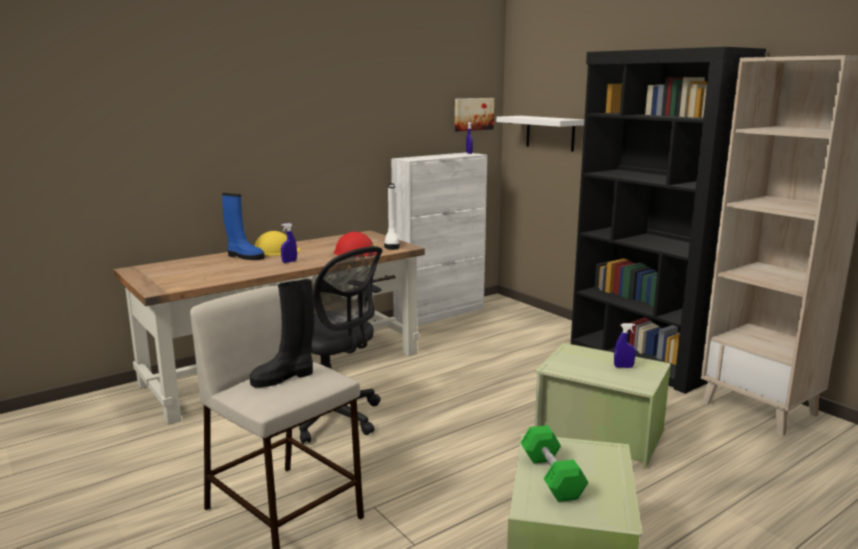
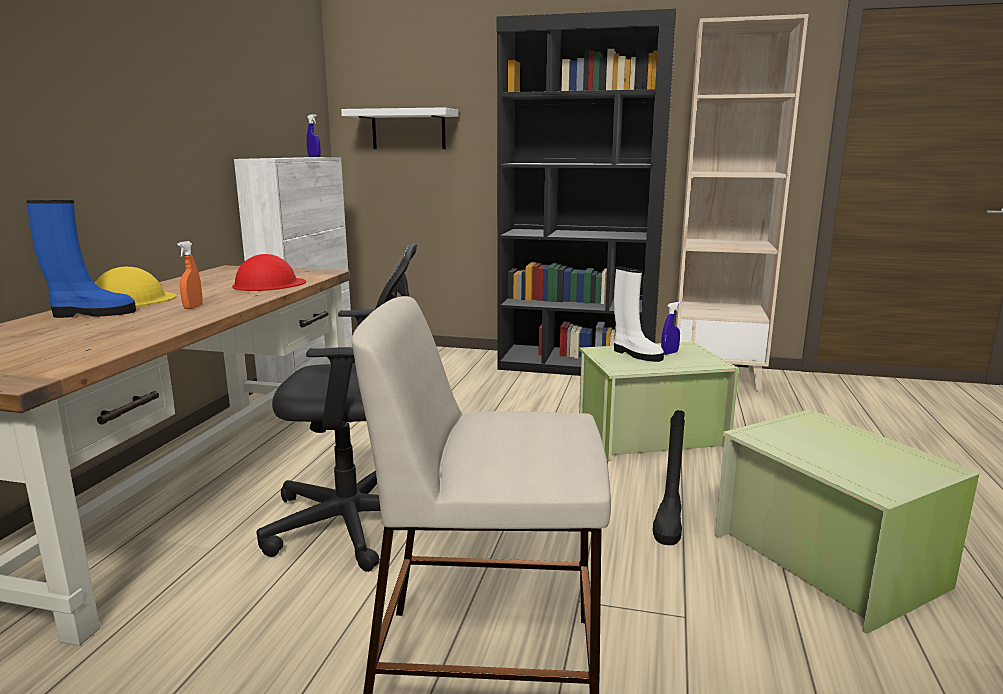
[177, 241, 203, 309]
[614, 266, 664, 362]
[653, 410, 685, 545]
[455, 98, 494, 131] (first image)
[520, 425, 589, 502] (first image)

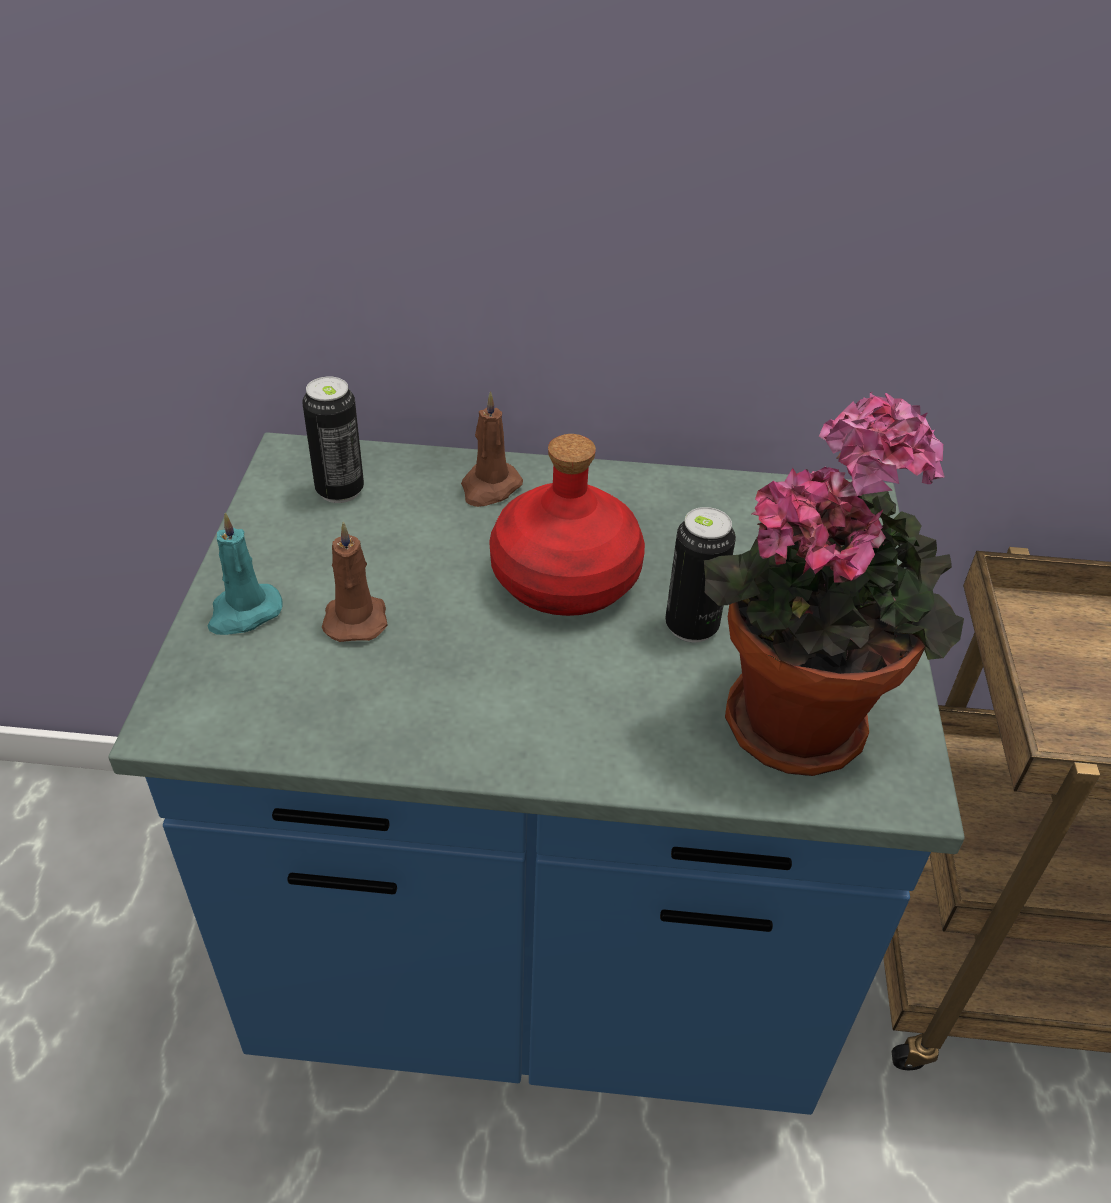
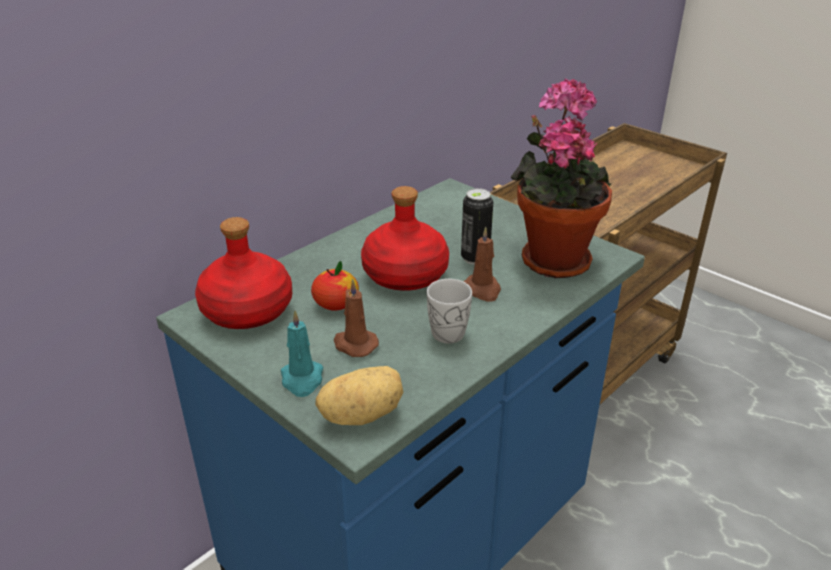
[195, 217, 292, 329]
[311, 261, 359, 311]
[316, 366, 403, 425]
[427, 279, 472, 344]
[463, 227, 501, 302]

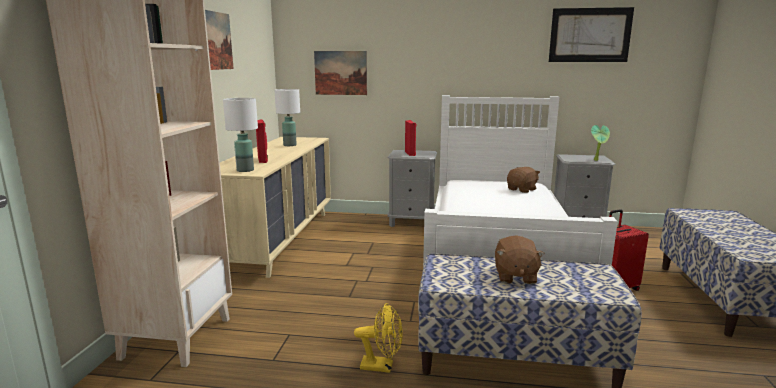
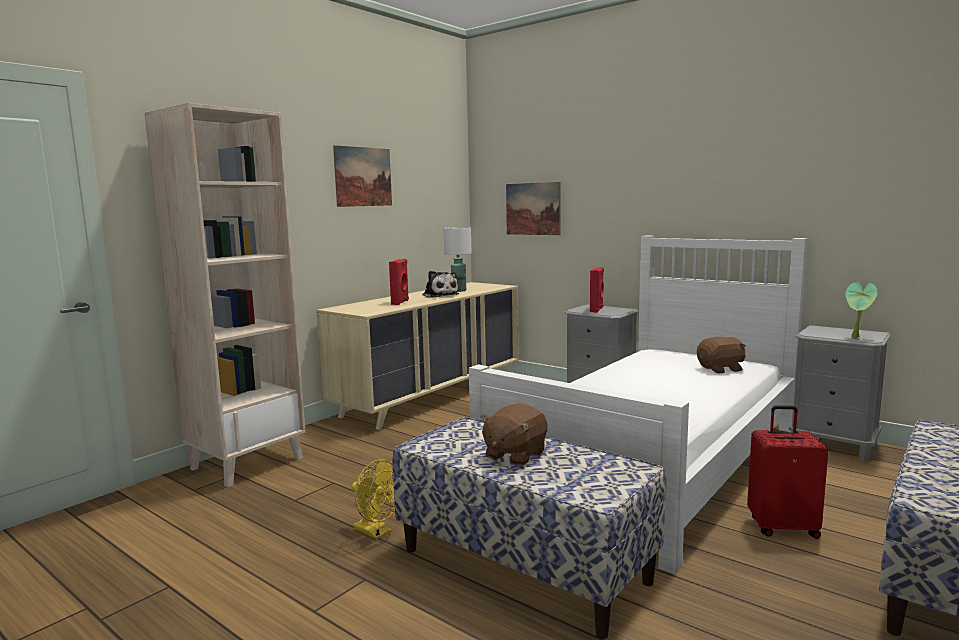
[422, 271, 459, 298]
[223, 98, 258, 172] (first image)
[549, 7, 634, 62] (first image)

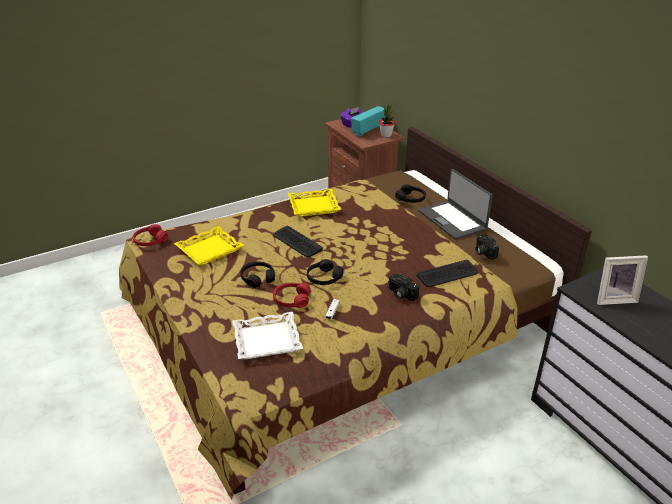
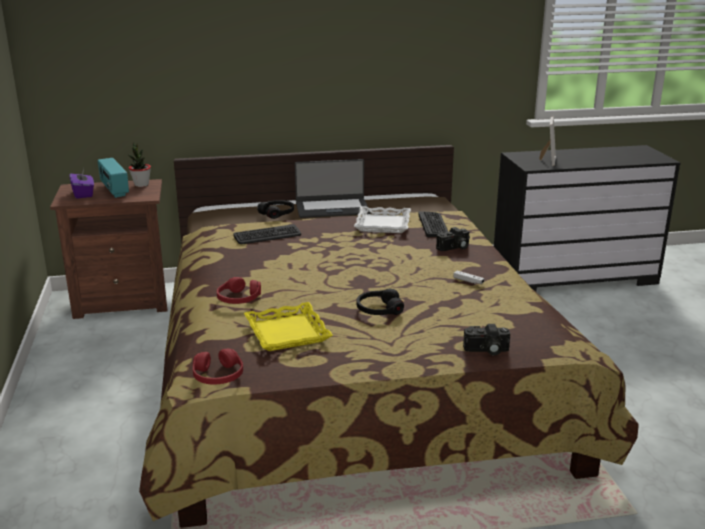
[217, 277, 261, 304]
[233, 224, 301, 244]
[354, 206, 411, 233]
[463, 324, 510, 356]
[288, 189, 341, 217] (first image)
[307, 259, 343, 285] (first image)

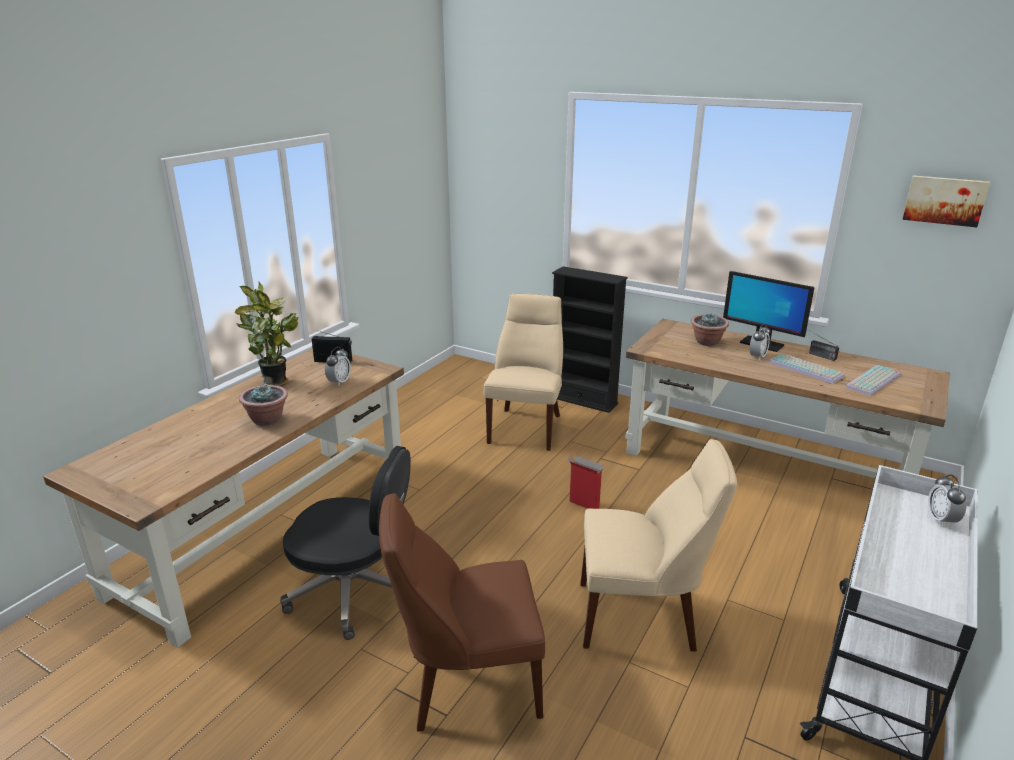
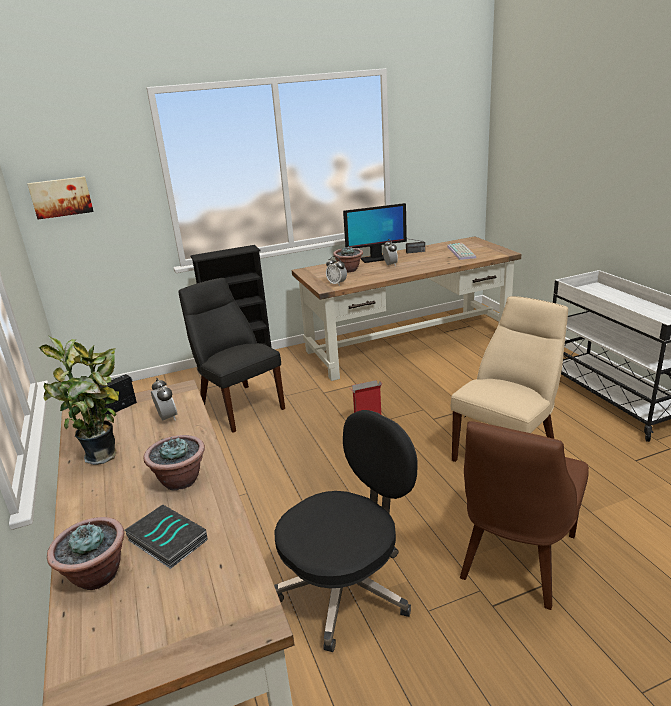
[27, 176, 94, 220]
[47, 517, 124, 590]
[125, 505, 208, 569]
[178, 278, 285, 433]
[326, 256, 347, 286]
[769, 353, 844, 384] (first image)

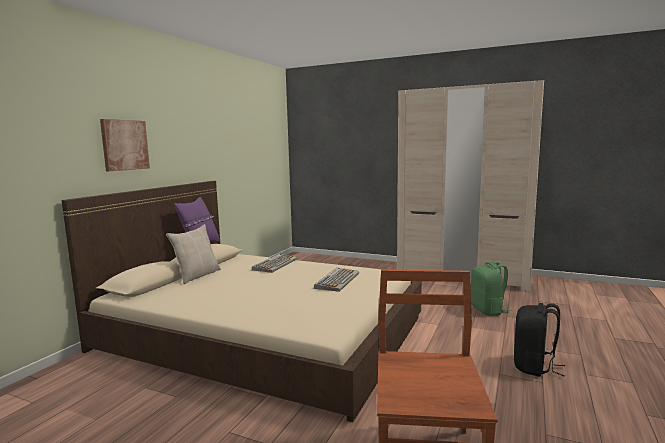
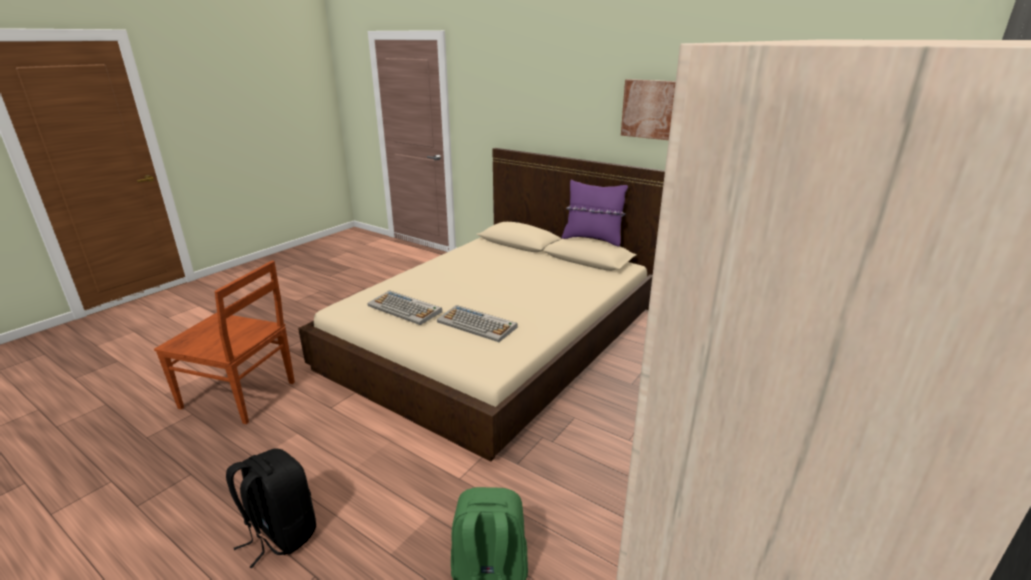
[368, 290, 442, 325]
[621, 79, 676, 140]
[166, 224, 221, 284] (first image)

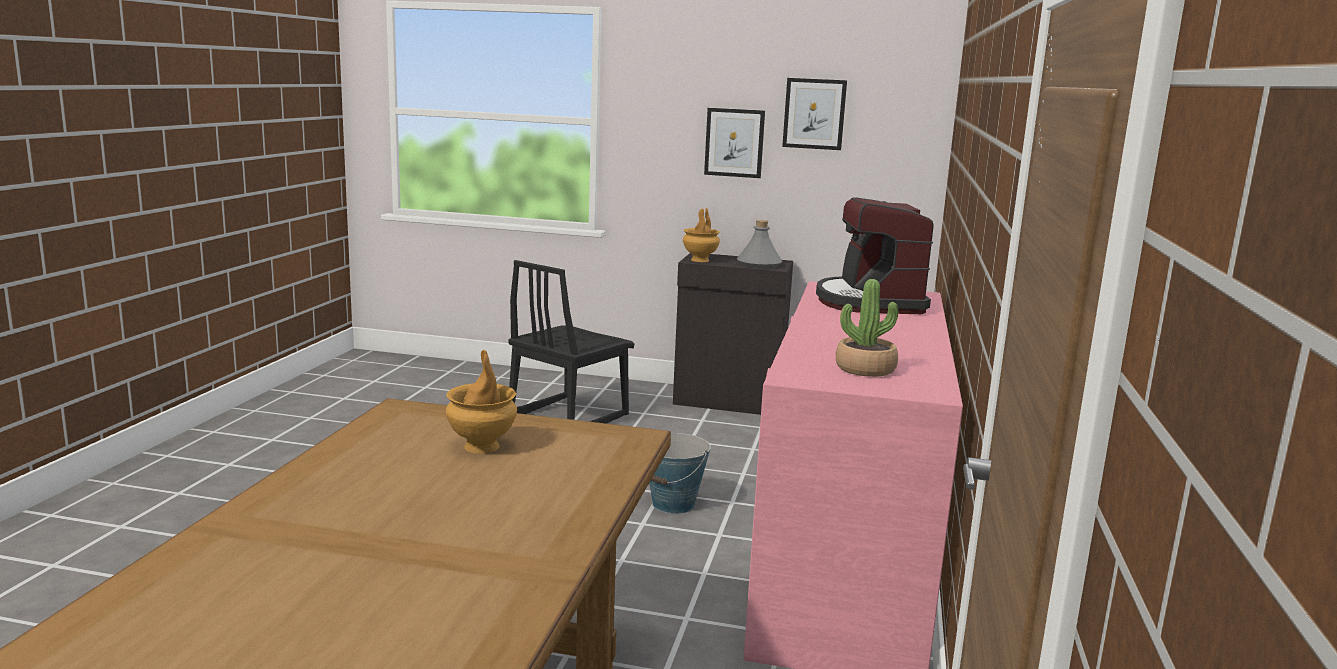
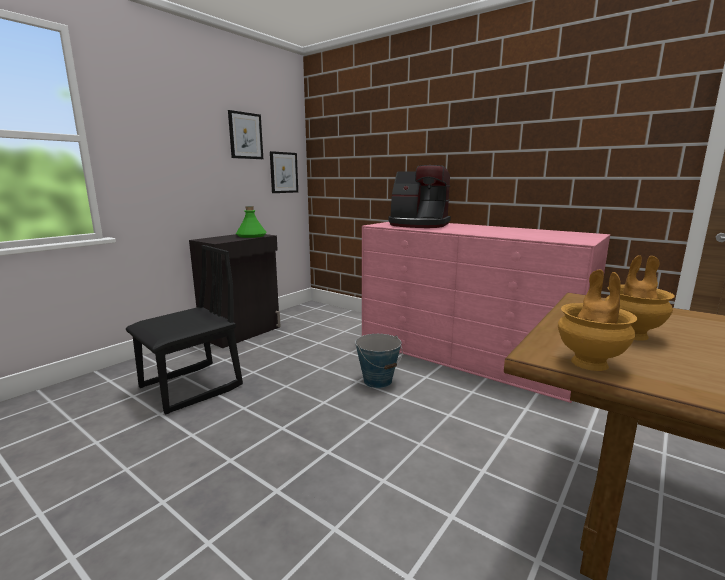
[126, 245, 243, 415]
[236, 206, 267, 238]
[270, 151, 298, 193]
[558, 270, 637, 371]
[836, 279, 898, 377] (first image)

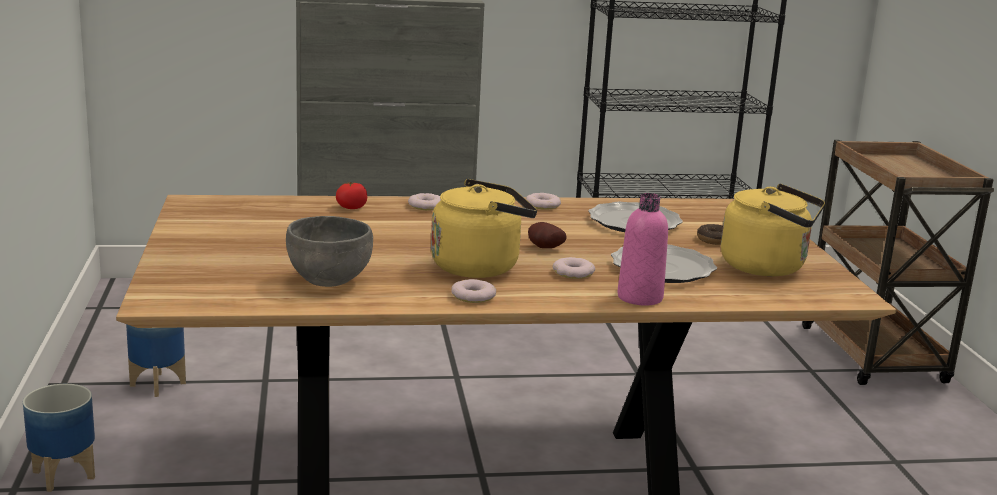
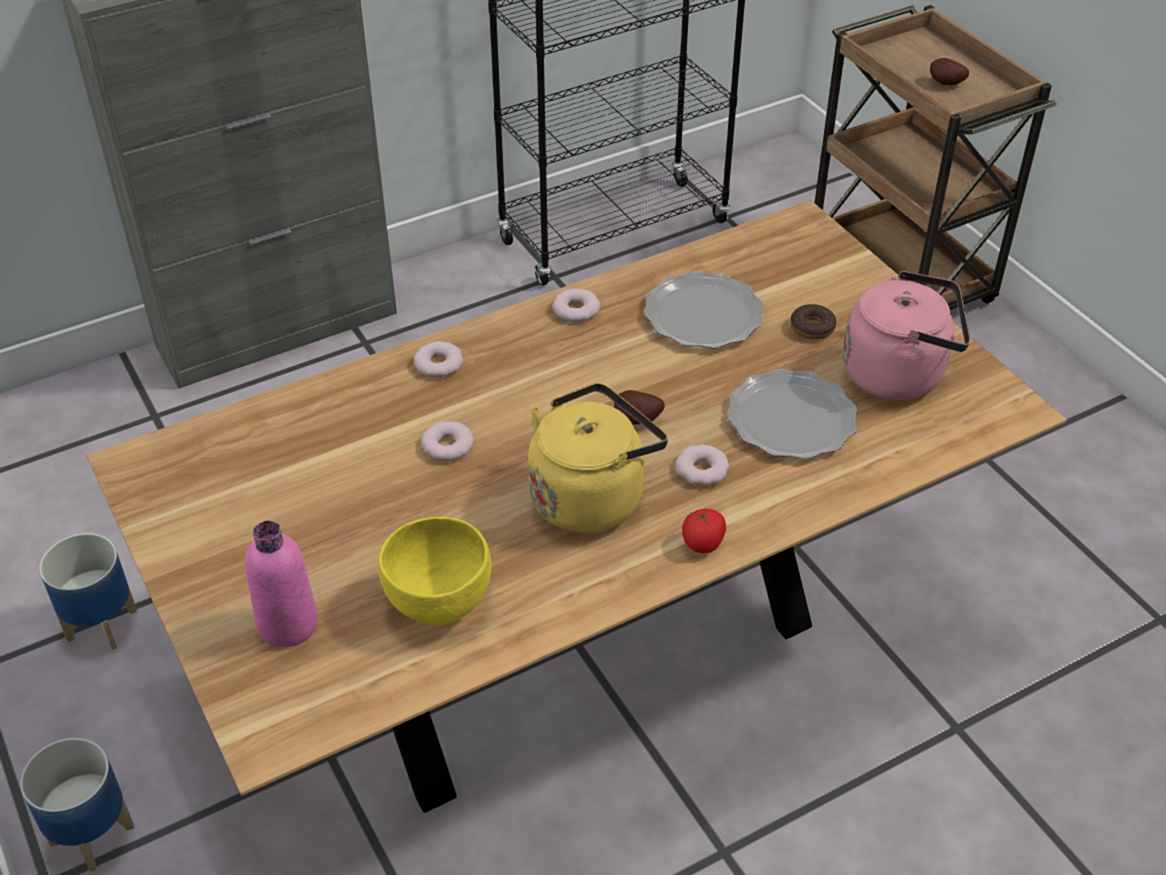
[245, 521, 318, 647]
[378, 517, 492, 625]
[421, 421, 474, 461]
[682, 508, 726, 553]
[843, 271, 970, 400]
[930, 58, 969, 86]

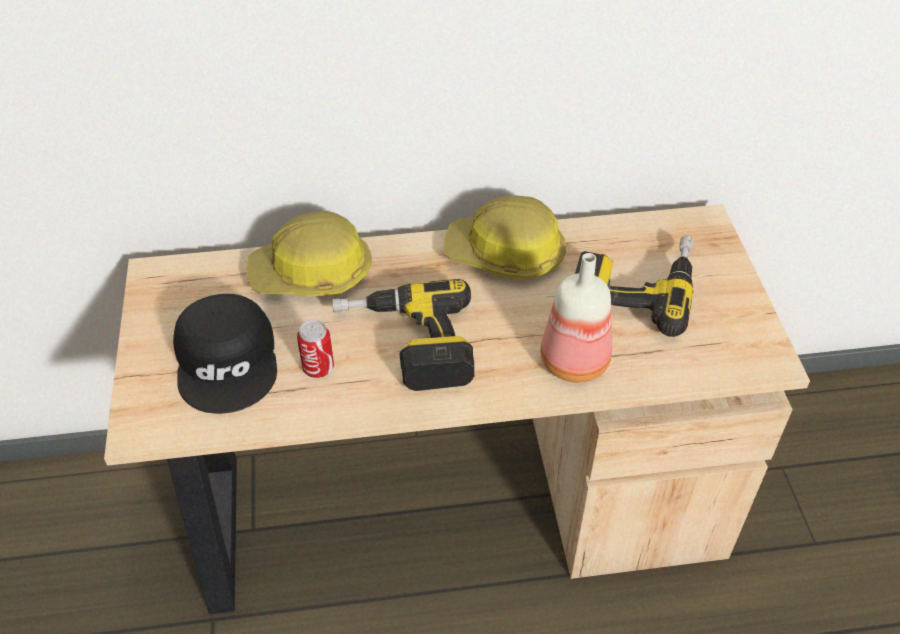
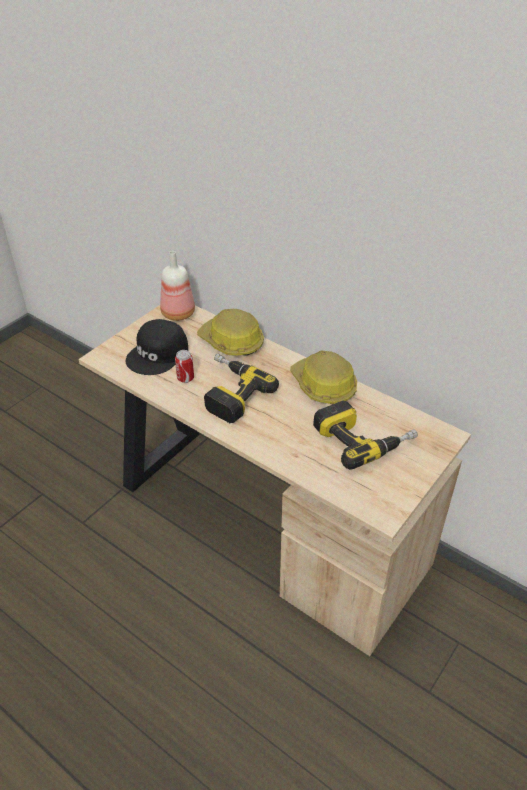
[160, 251, 195, 321]

